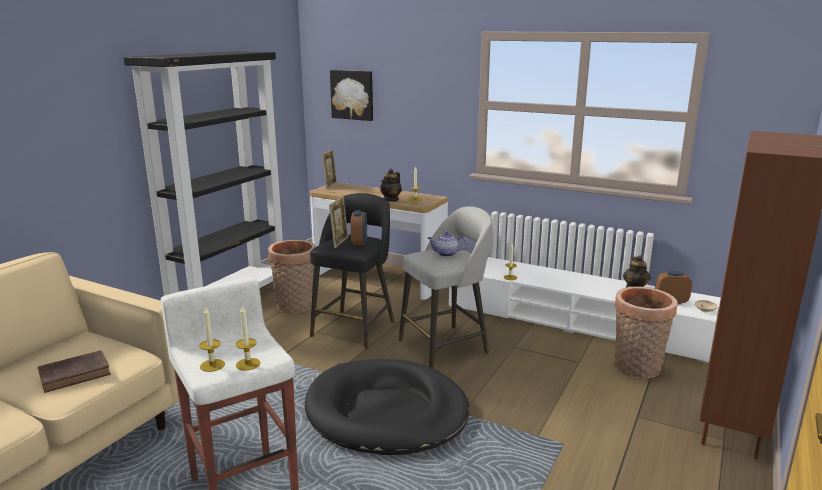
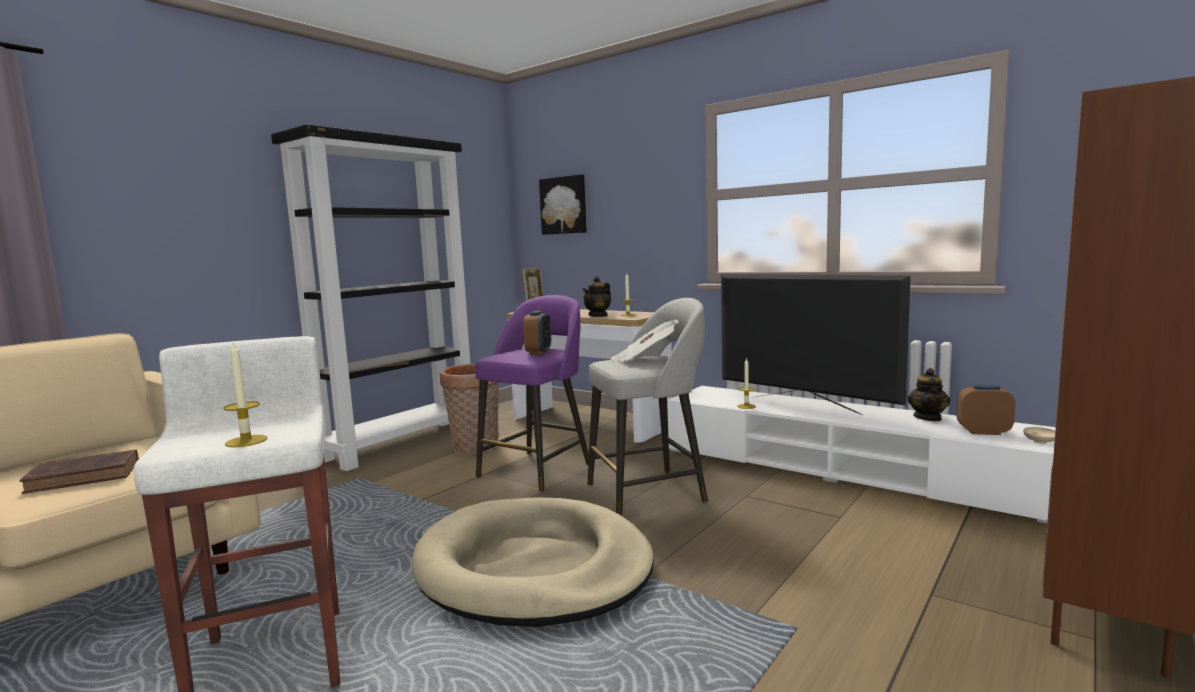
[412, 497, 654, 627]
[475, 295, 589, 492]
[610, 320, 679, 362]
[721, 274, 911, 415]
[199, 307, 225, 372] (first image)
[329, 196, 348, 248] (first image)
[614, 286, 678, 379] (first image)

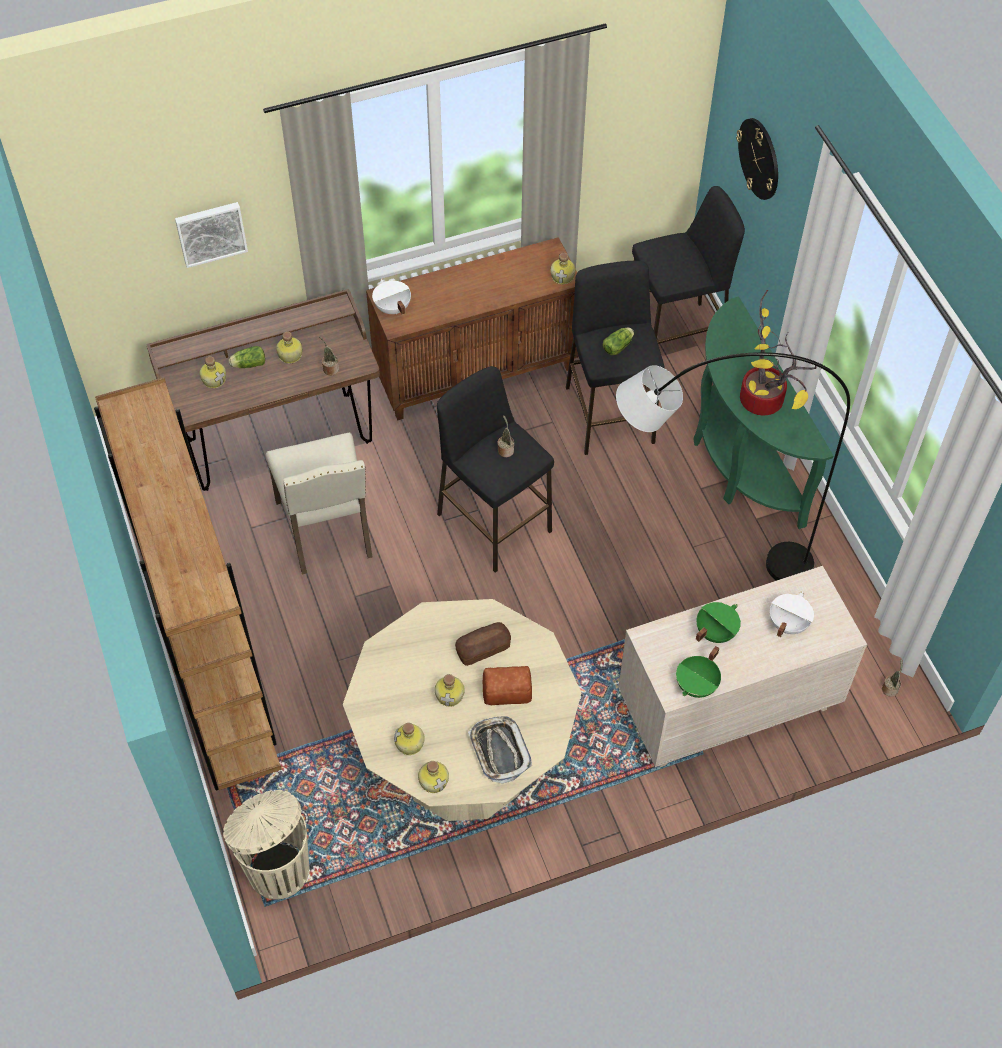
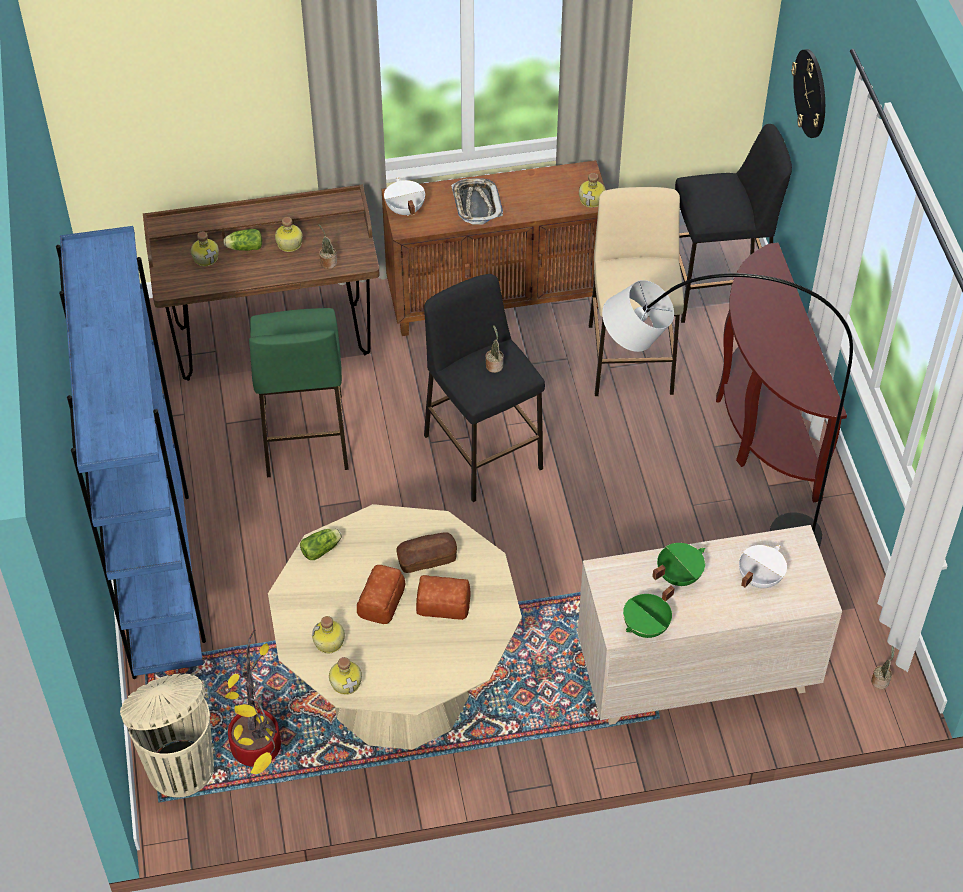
[56, 226, 206, 679]
[225, 629, 281, 774]
[249, 308, 349, 477]
[300, 529, 342, 560]
[357, 565, 406, 624]
[451, 178, 503, 225]
[589, 187, 684, 396]
[716, 243, 847, 502]
[175, 202, 248, 268] (first image)

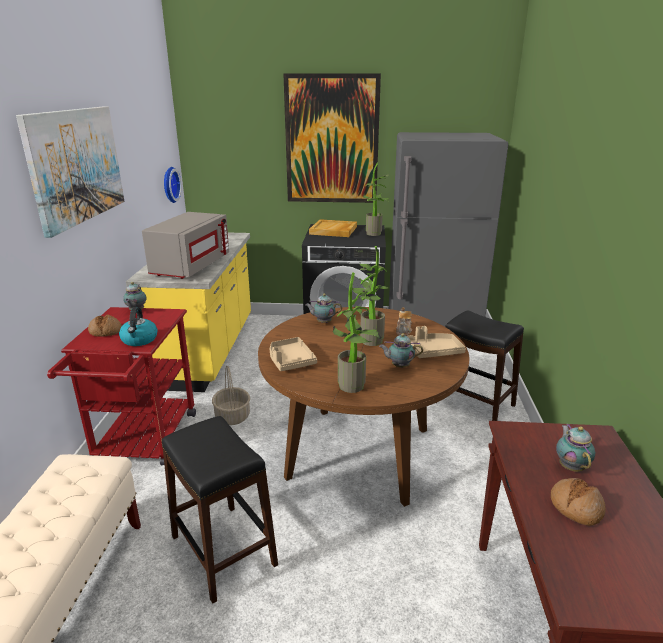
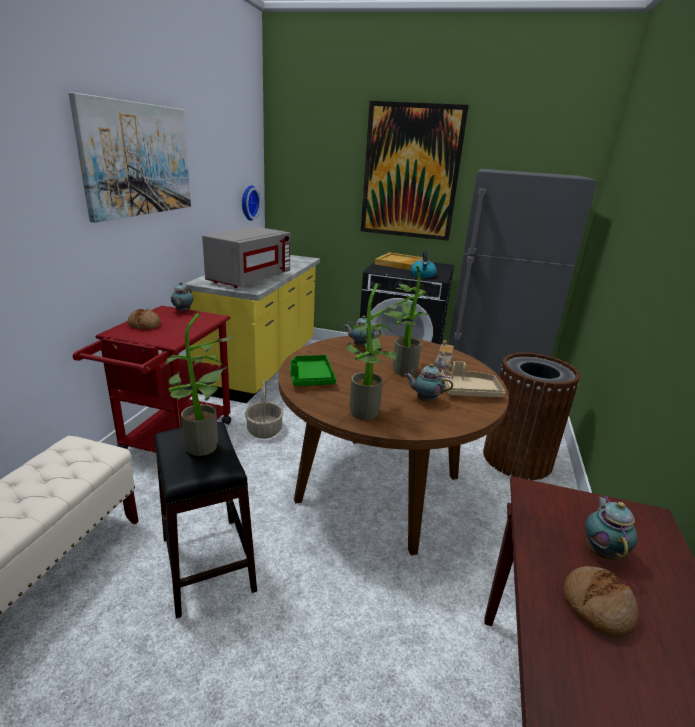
[164, 313, 234, 456]
[290, 355, 336, 386]
[411, 250, 437, 278]
[483, 352, 580, 480]

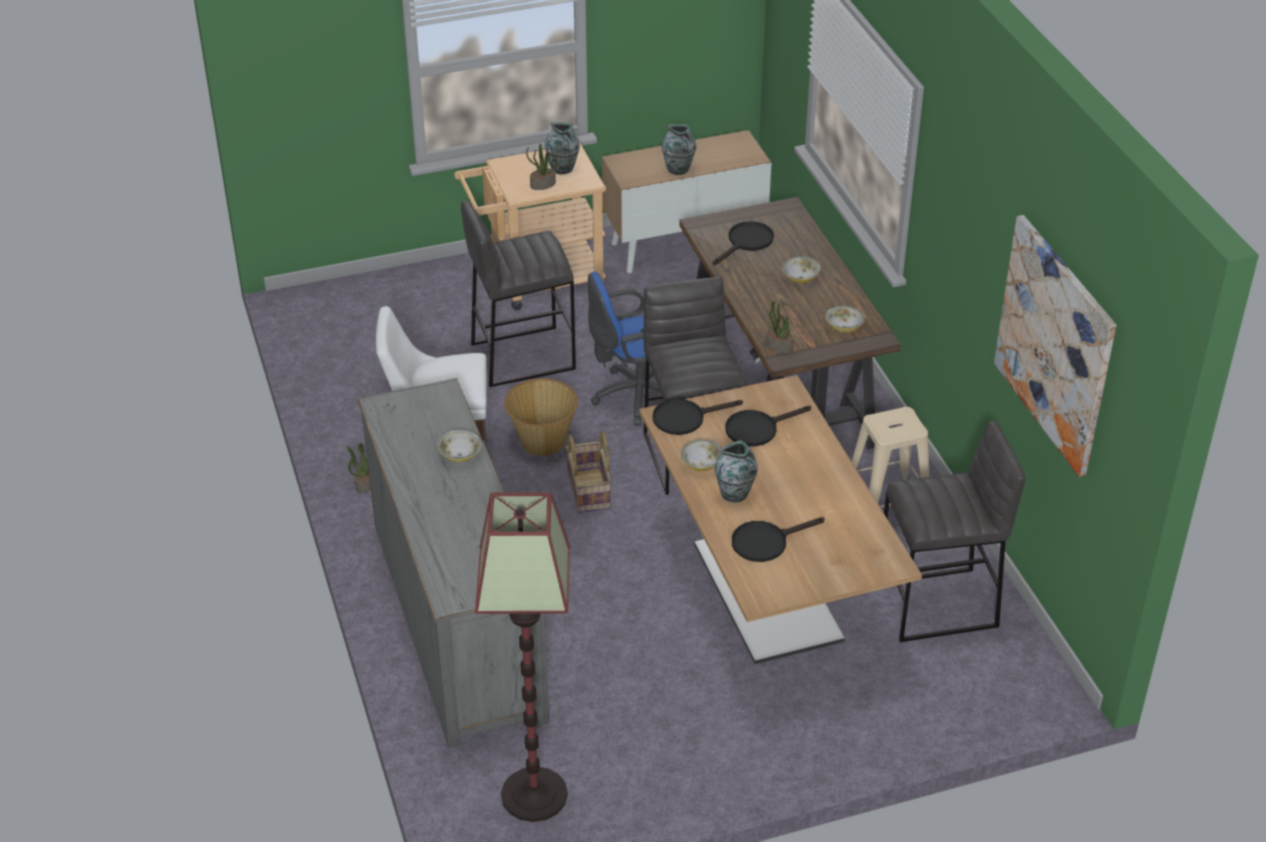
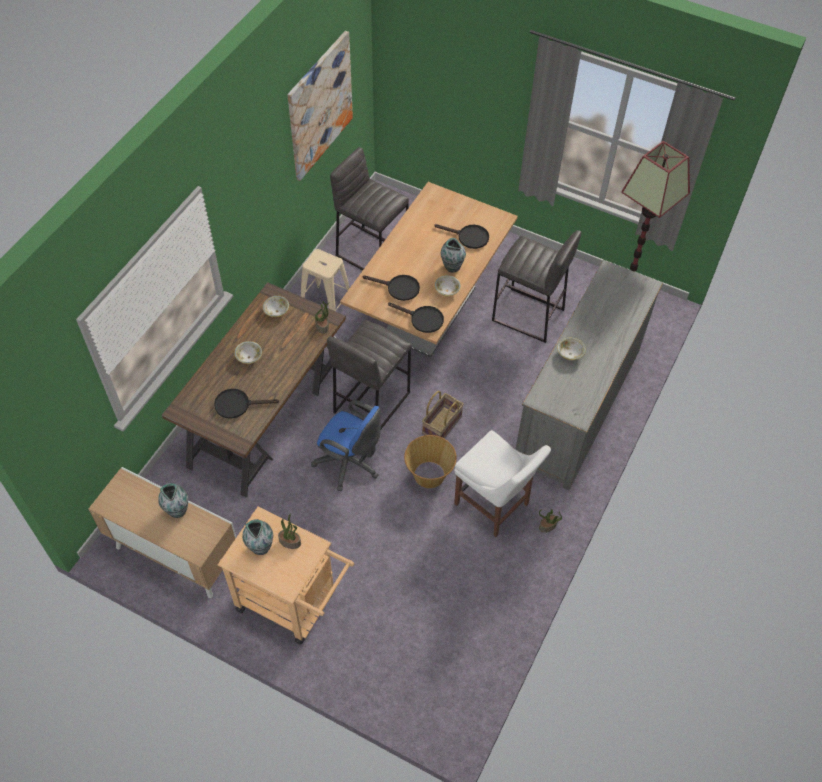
[492, 230, 582, 343]

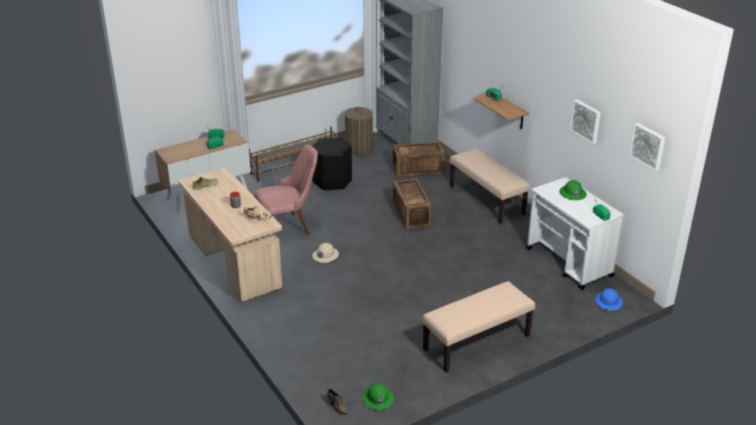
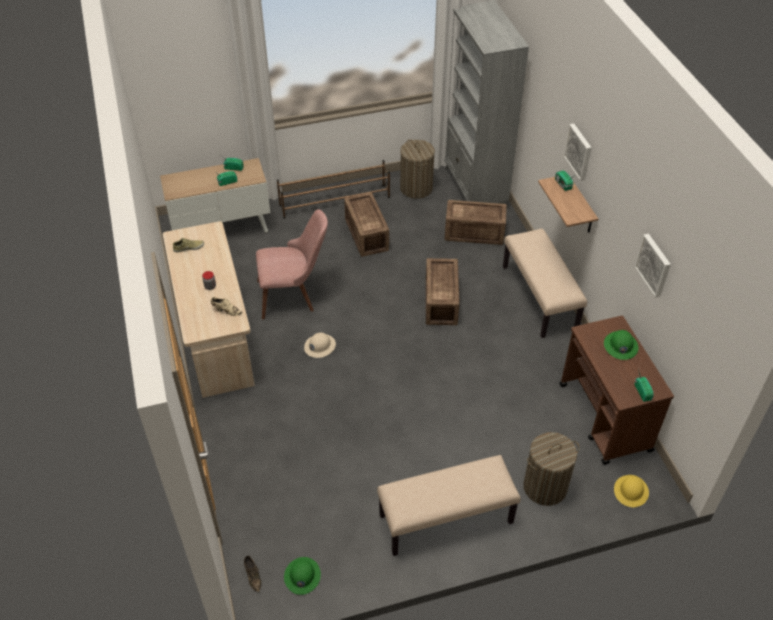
[344, 192, 389, 257]
[523, 432, 580, 506]
[559, 316, 674, 465]
[564, 124, 592, 181]
[614, 475, 649, 507]

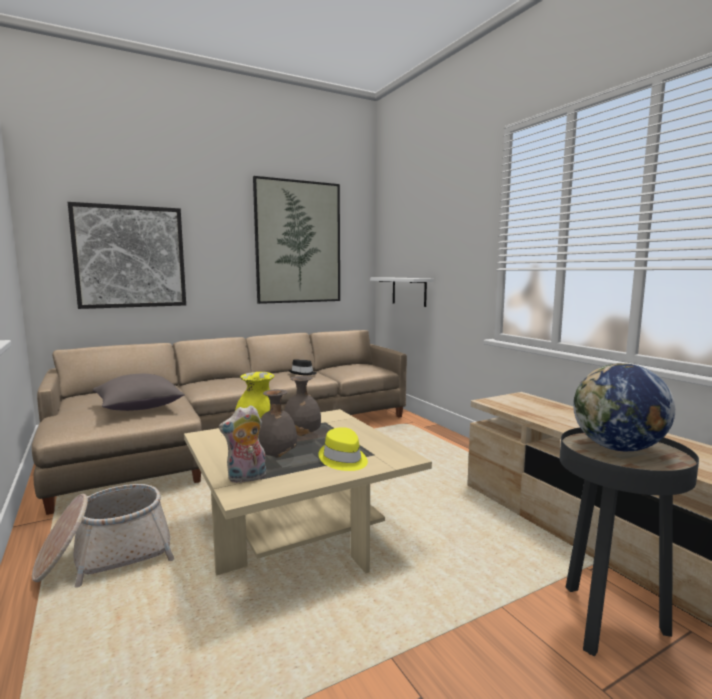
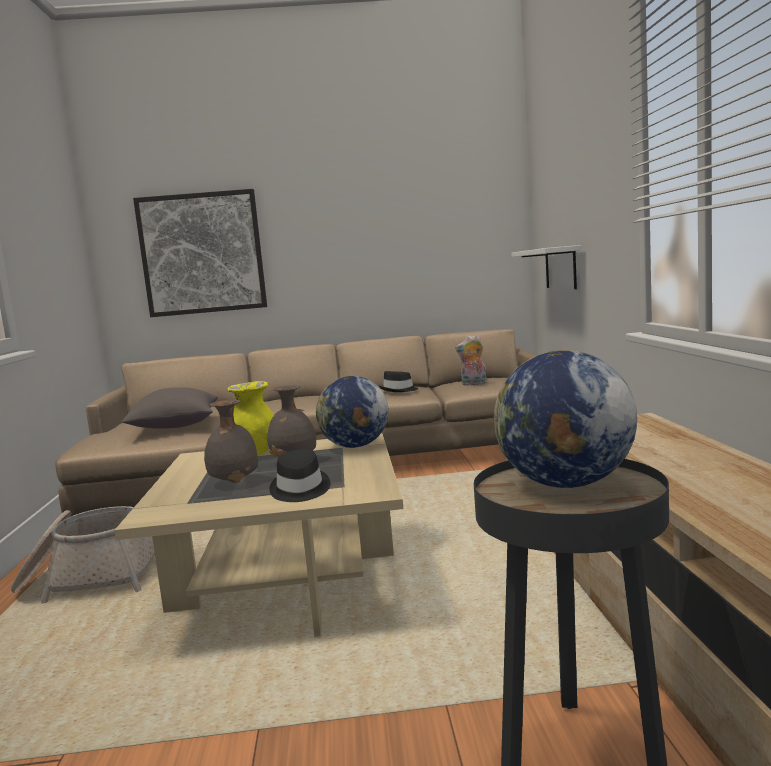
[269, 449, 330, 502]
[316, 376, 388, 448]
[455, 335, 487, 386]
[253, 176, 340, 304] (first image)

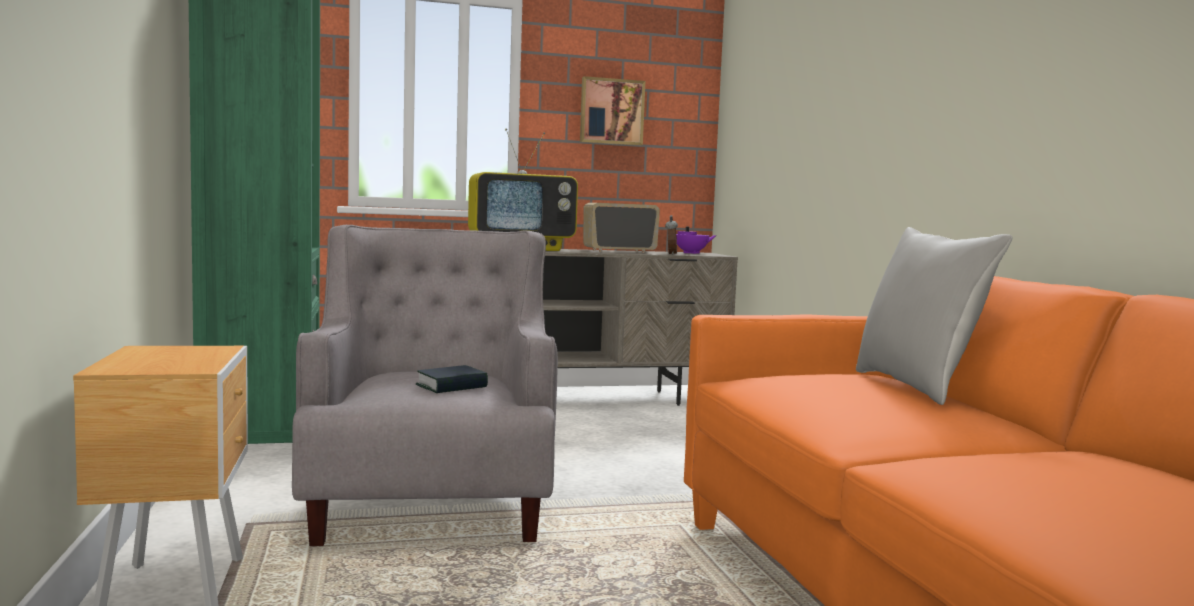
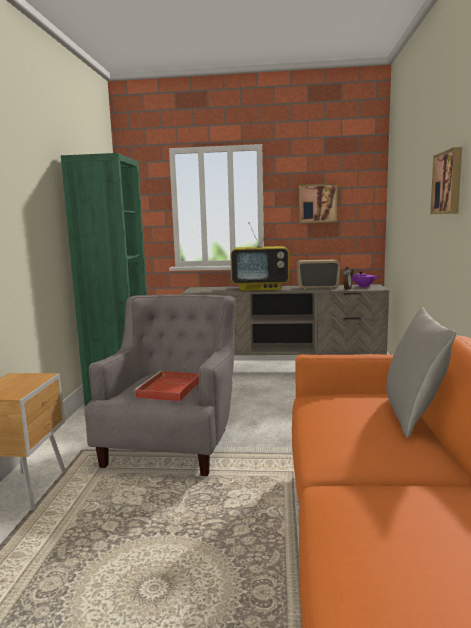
[133, 371, 199, 401]
[430, 147, 462, 214]

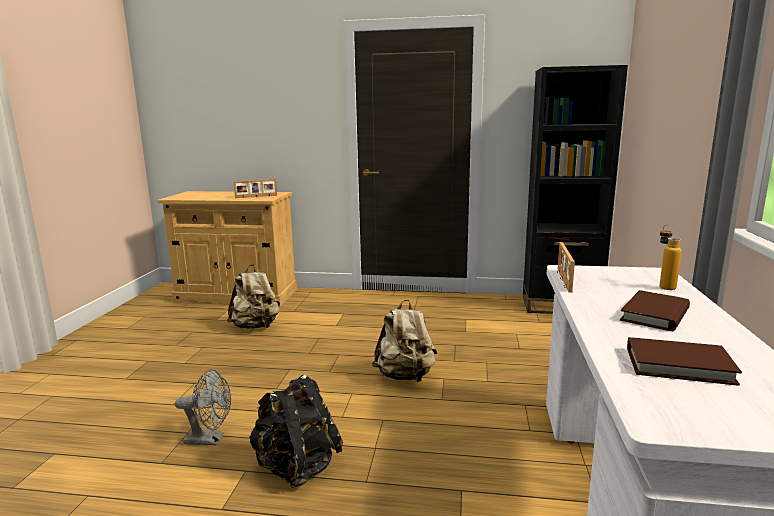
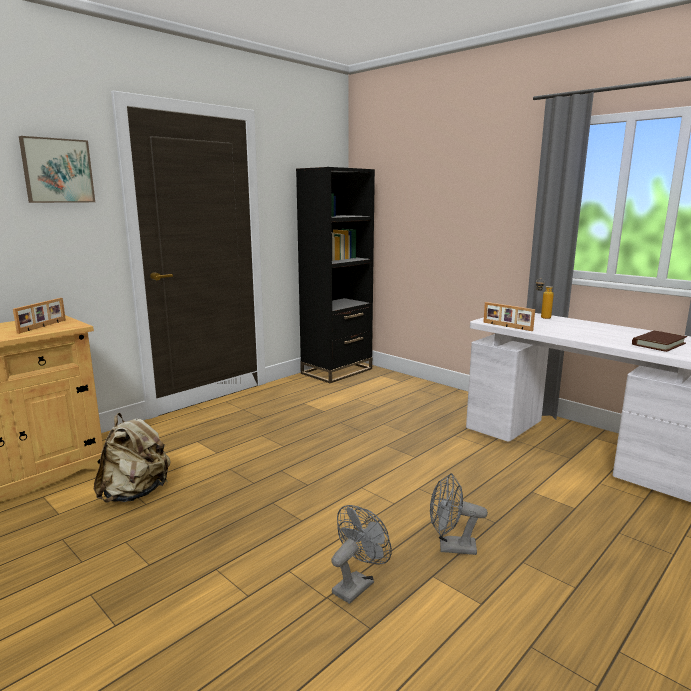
[19, 136, 95, 203]
[430, 473, 488, 555]
[372, 299, 437, 382] (first image)
[620, 290, 690, 331] (first image)

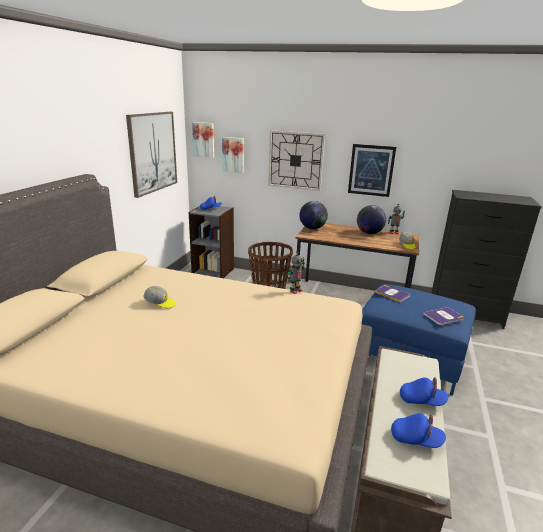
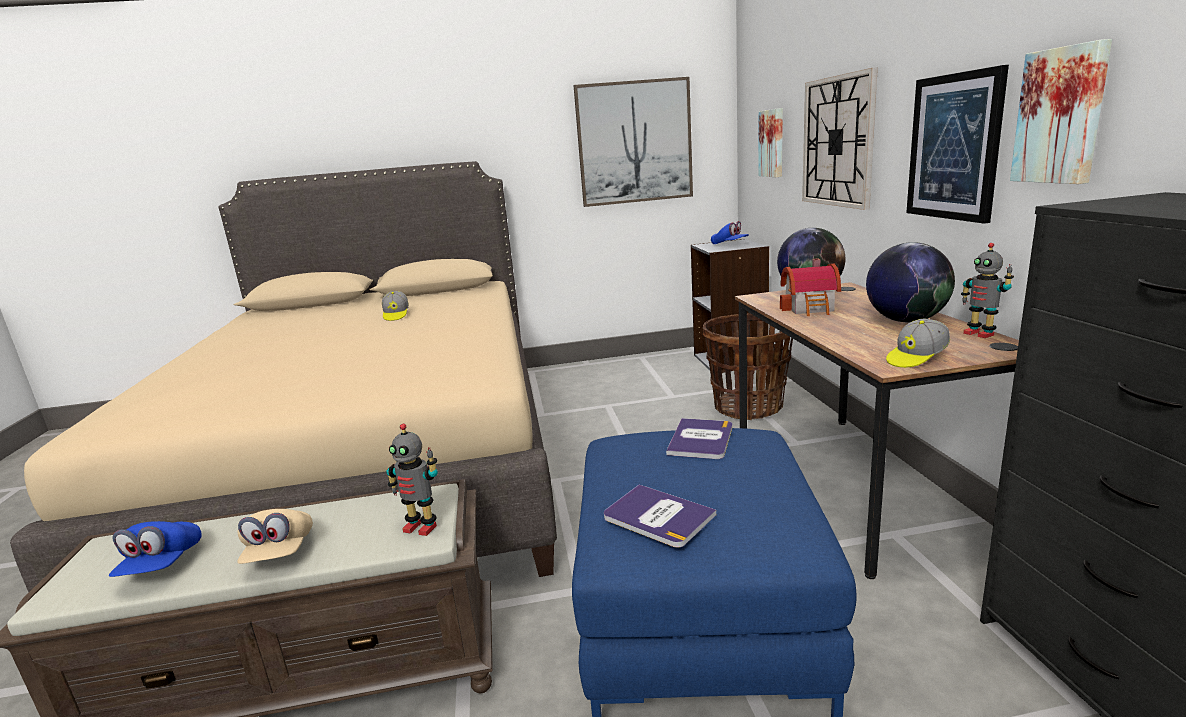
[237, 509, 313, 564]
[386, 424, 438, 536]
[780, 258, 841, 316]
[1010, 39, 1112, 184]

